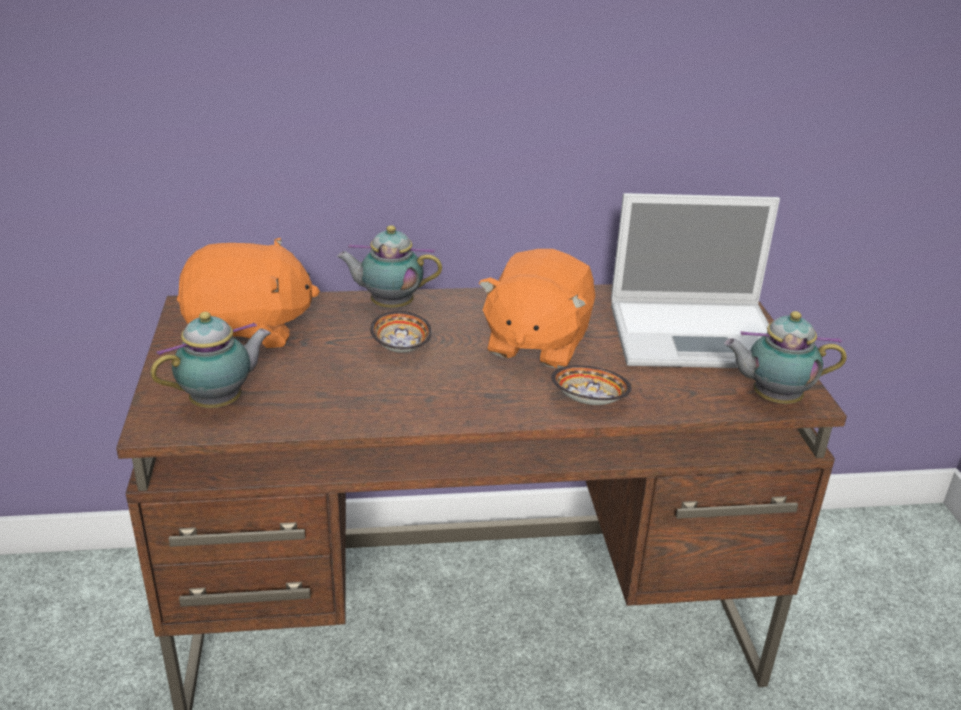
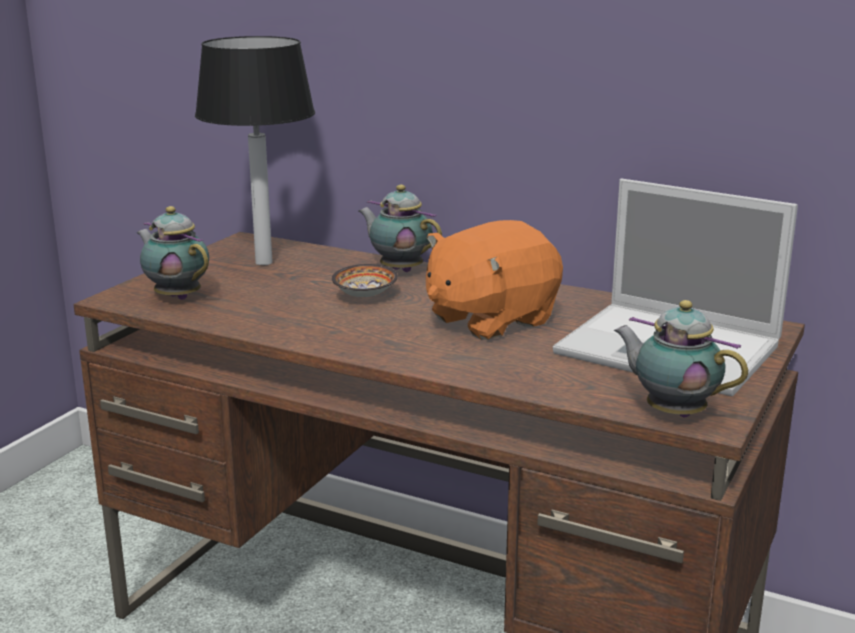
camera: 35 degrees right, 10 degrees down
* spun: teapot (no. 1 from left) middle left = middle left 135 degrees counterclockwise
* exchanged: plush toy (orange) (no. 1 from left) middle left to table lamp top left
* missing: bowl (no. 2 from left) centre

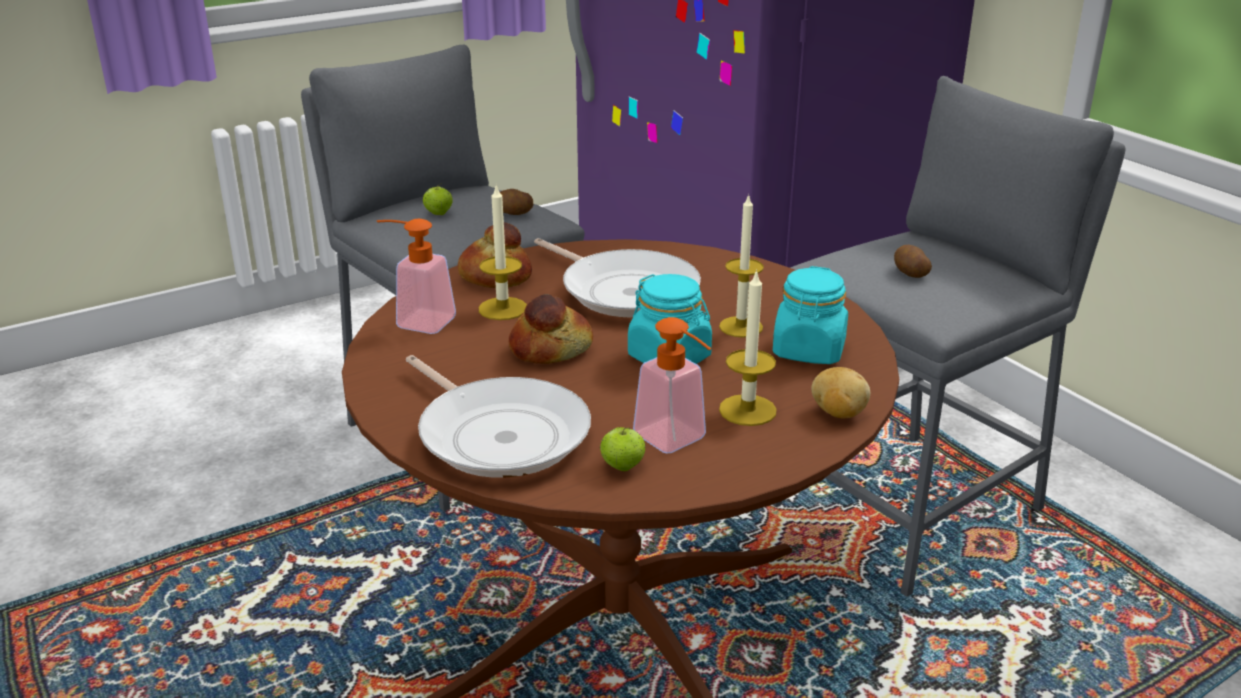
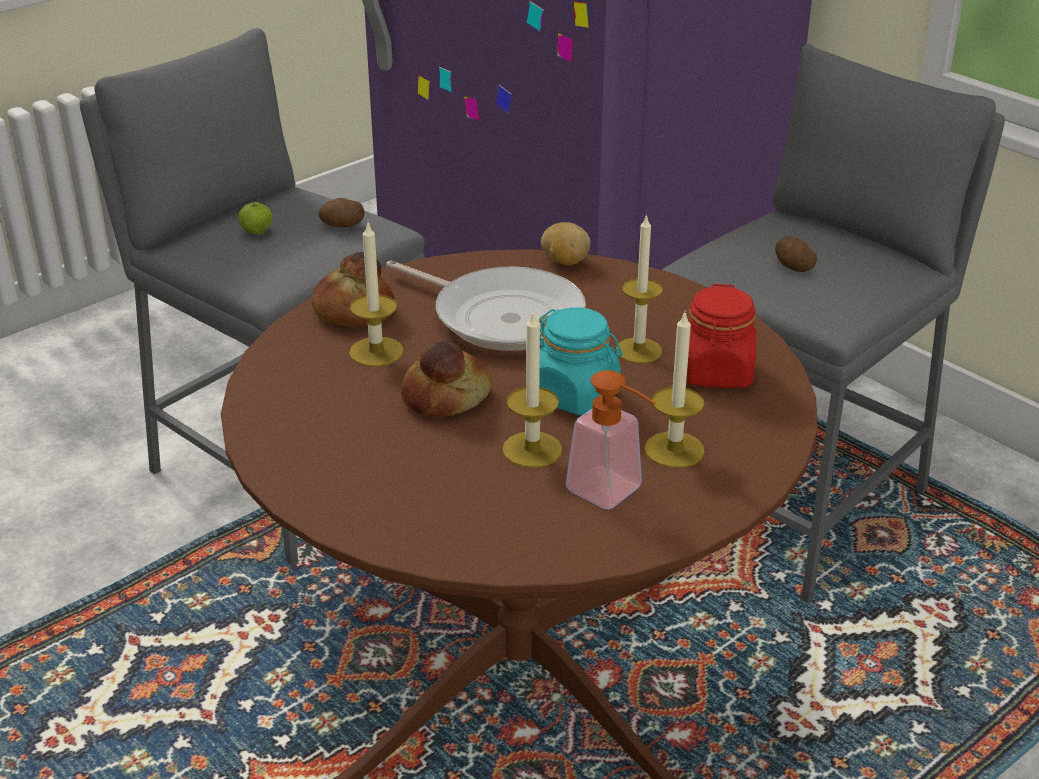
camera: 10 degrees left, 5 degrees up
* appeared: candle (no. 2 from left) centre
* relocated: potato (no. 2 from left) middle right to top centre
* colour: jar (turquoise) (no. 2 from left) centre to jar (red) middle right
* missing: soap dispenser (no. 1 from left) centre
* missing: frying pan (no. 1 from left) centre
* missing: apple (no. 2 from left) centre

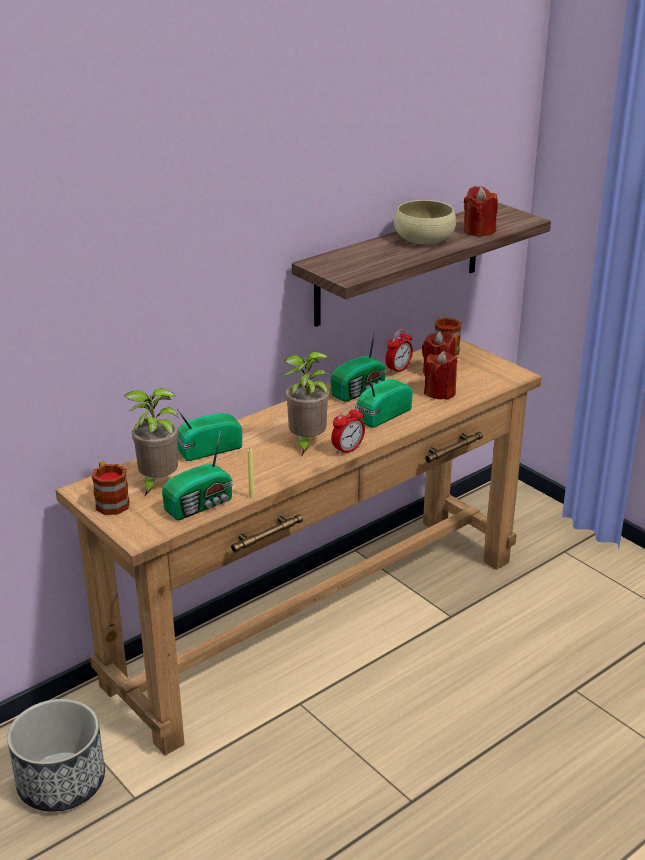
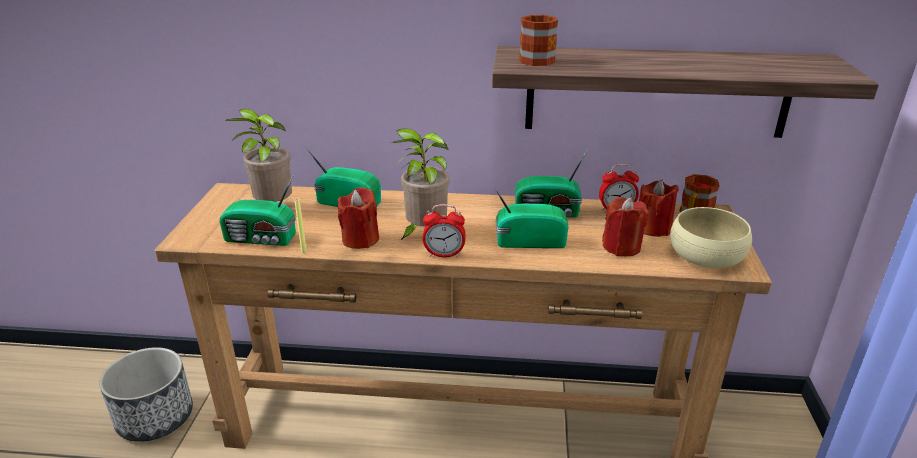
camera: 45 degrees right, 0 degrees up
* relocated: candle (red) (no. 3 from left in the first image) top right to candle (red) (no. 1 from left) centre
* relocated: mug (no. 1 from left) middle left to top centre
* relocated: bowl (beige) top centre to middle right

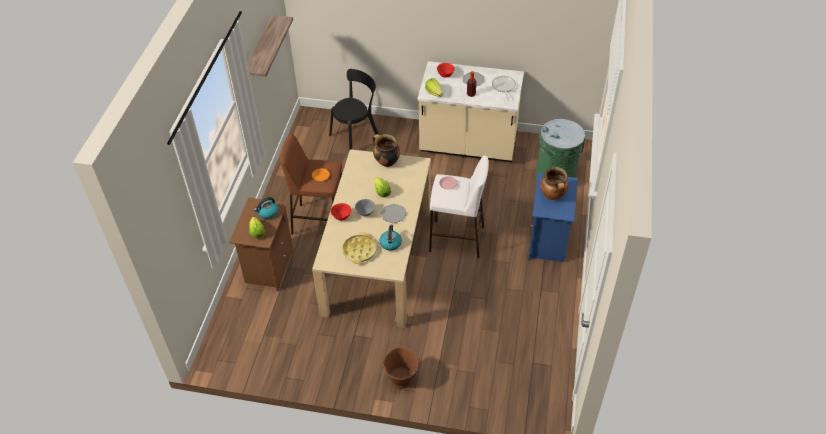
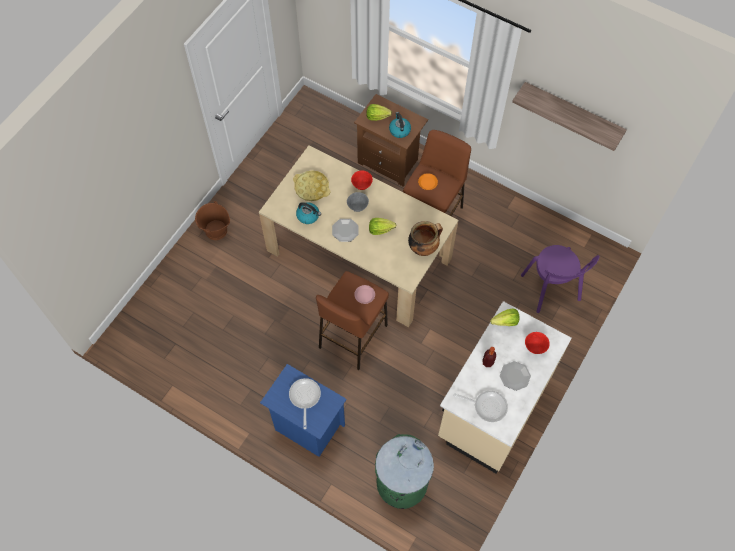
camera: 110 degrees right, 15 degrees up
* exchanged: cooking pot (no. 2 from left) middle right to frying pan (no. 1 from left) bottom centre
* colour: stool (white) centre to stool (brown) (no. 1 from left) centre
* colour: chair (black) top centre to chair (purple) middle right

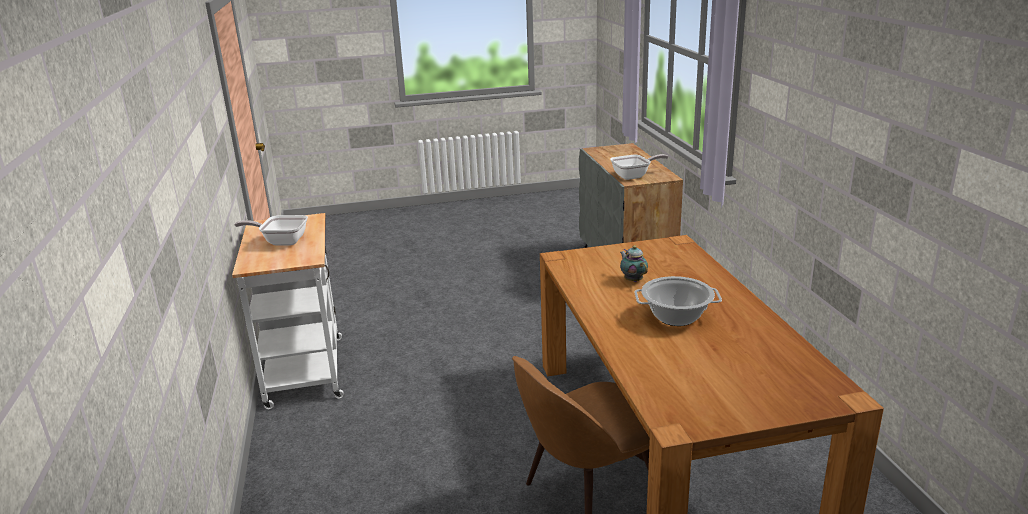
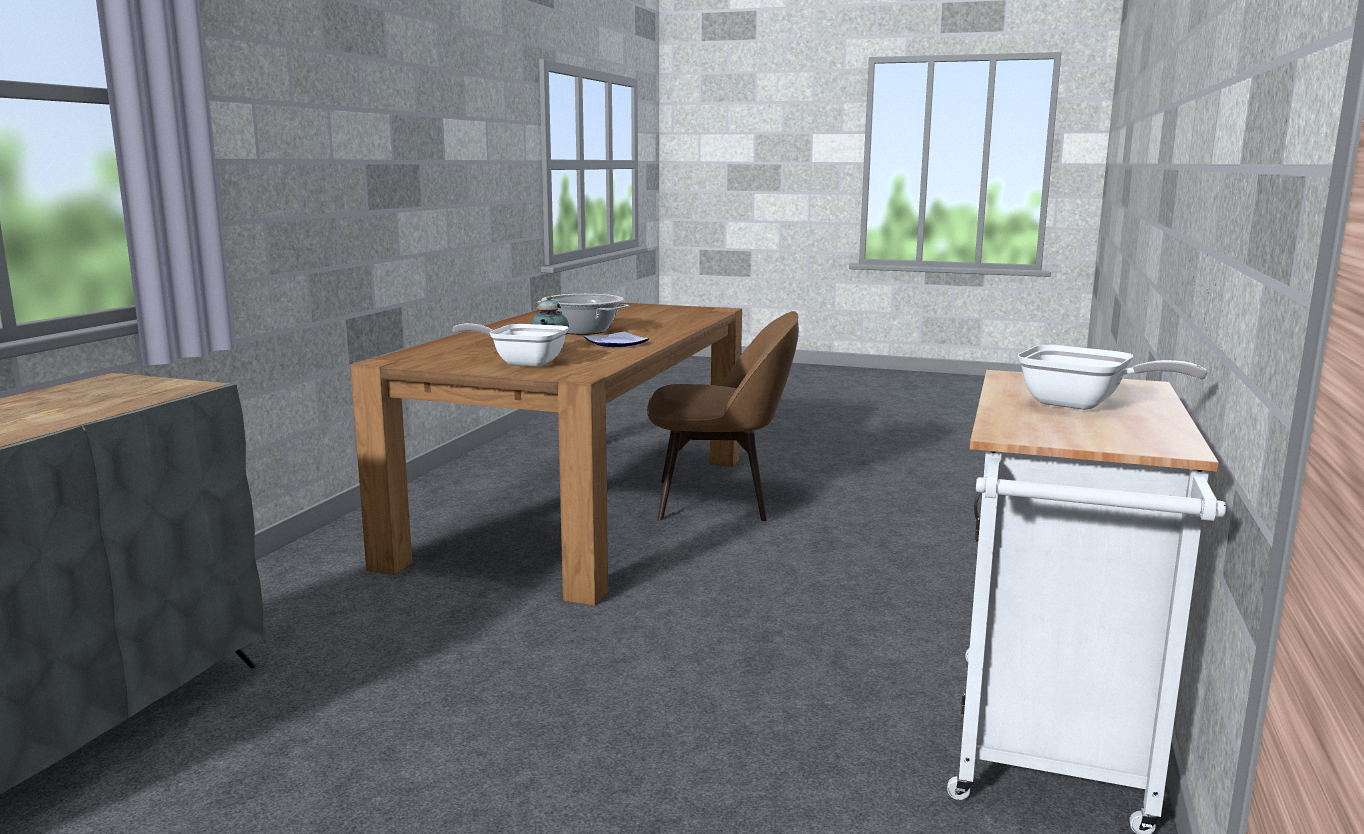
camera: 150 degrees left, 10 degrees down
* relocated: frying pan (no. 2 from left in the first image) top centre to frying pan (no. 1 from left) centre
* appeared: plate centre

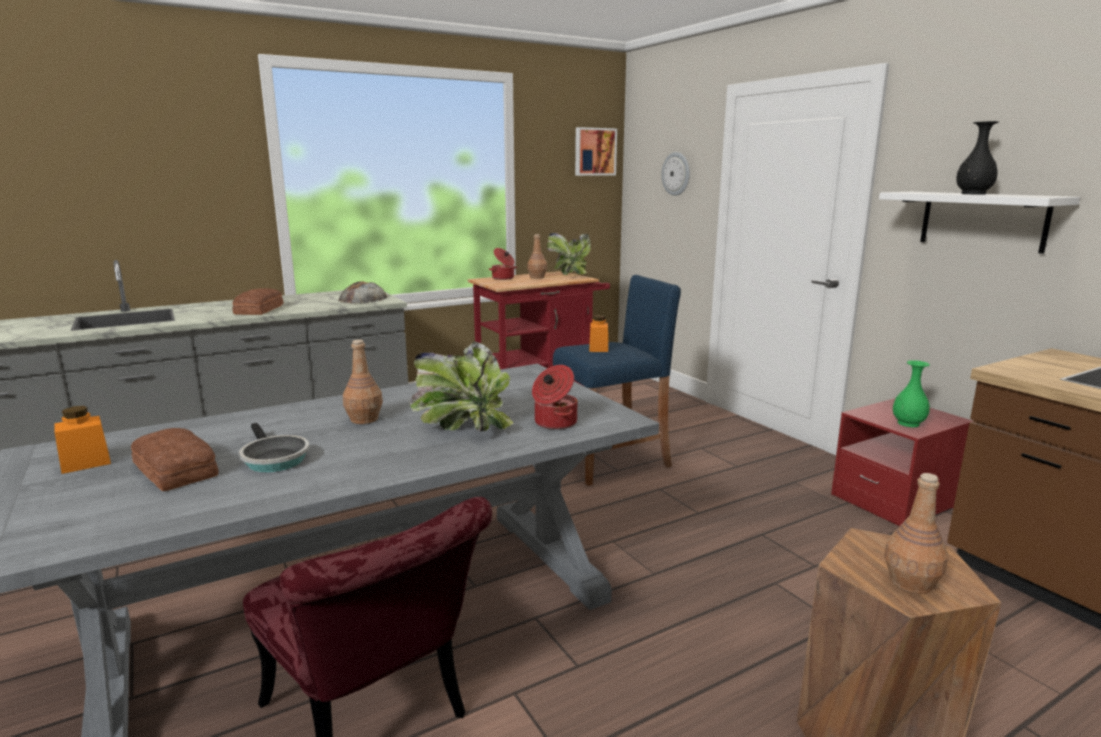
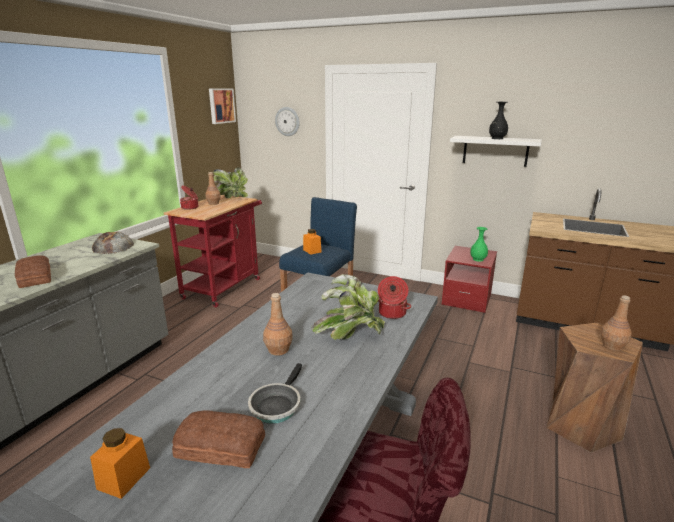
camera: 35 degrees left, 5 degrees up
* spun: frying pan middle left = bottom centre 90 degrees clockwise

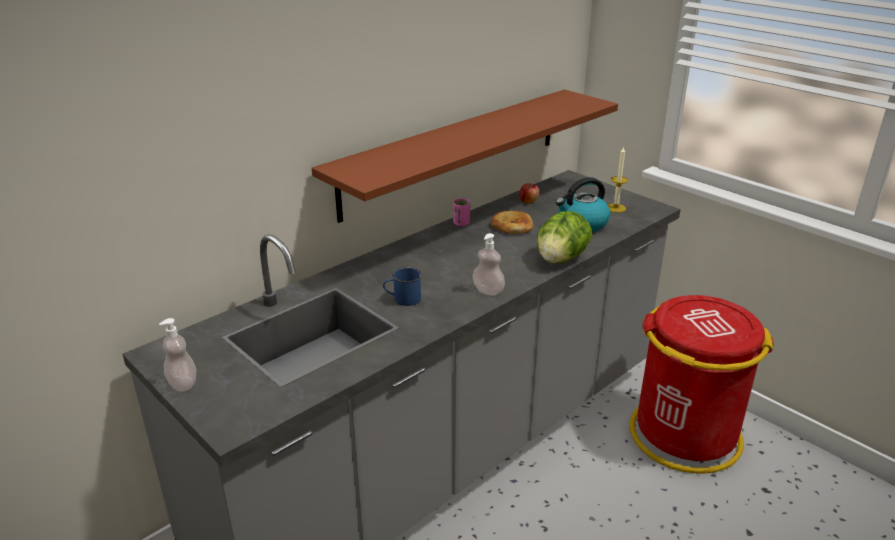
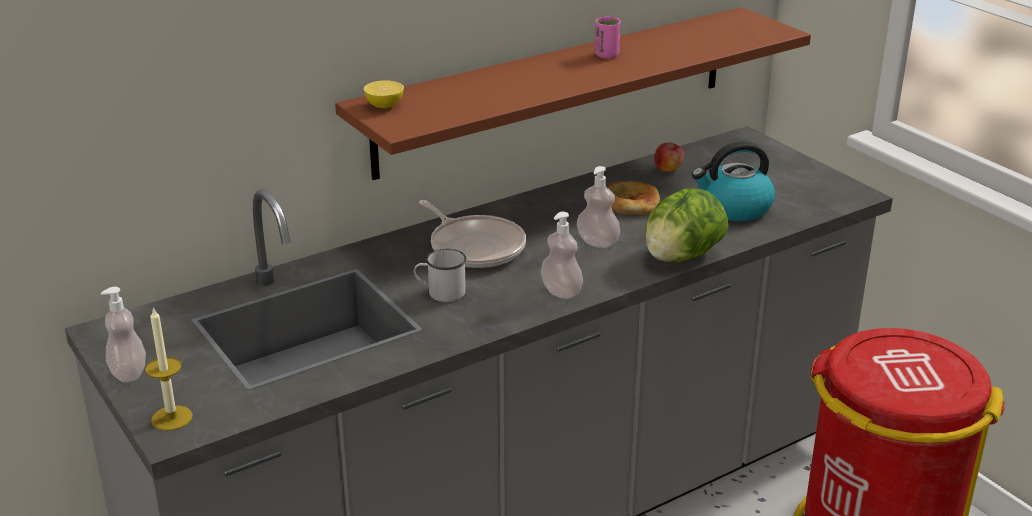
camera: 10 degrees right, 0 degrees up
* relocated: candle top right to bottom left
* appeared: lemon top centre
* colour: mug (blue) centre to mug (white) centre
* appeared: frying pan centre
* appeared: soap dispenser (no. 3 from left) centre
* relocated: cup (pink) centre to top centre

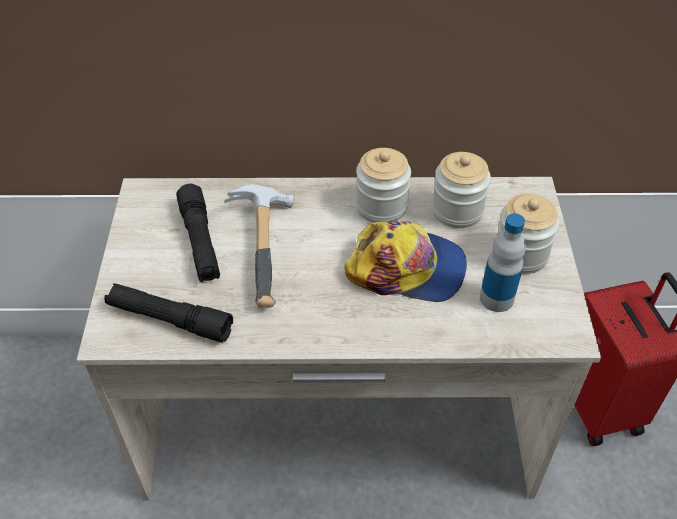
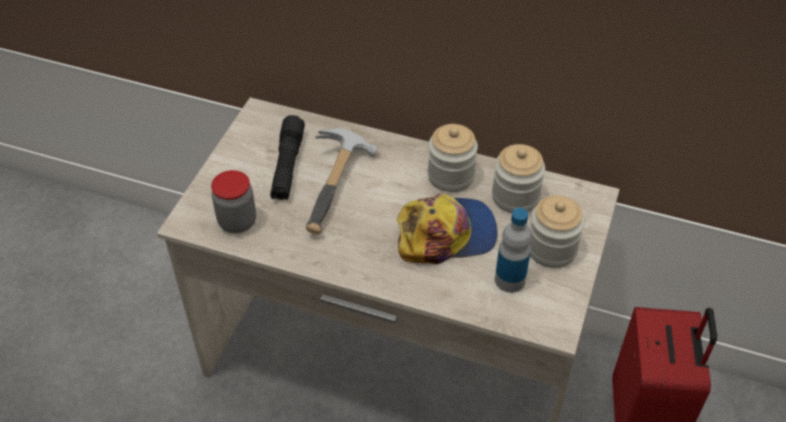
camera: 20 degrees right, 0 degrees up
* exchanged: flashlight (black) (no. 1 from left) middle left to jar (no. 1 from left) middle left
* spun: cap centre = centre 45 degrees counterclockwise

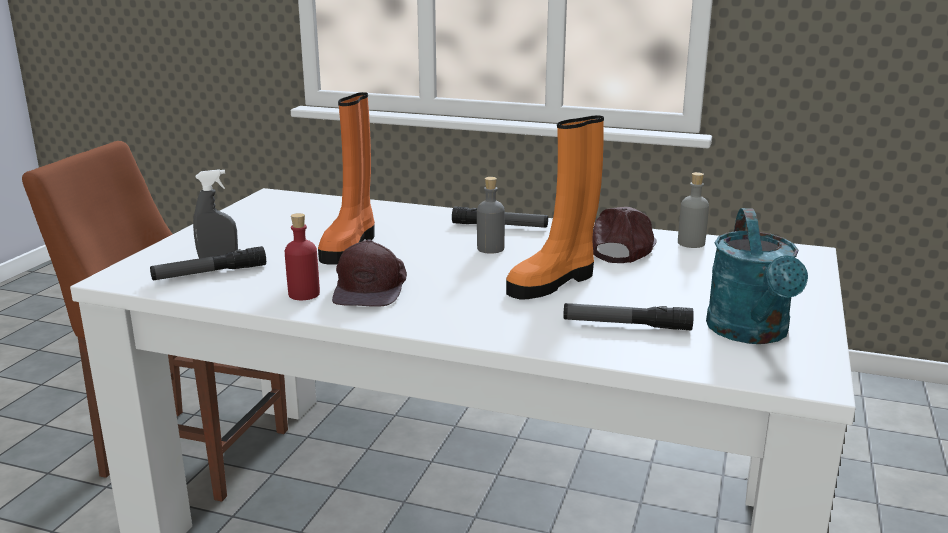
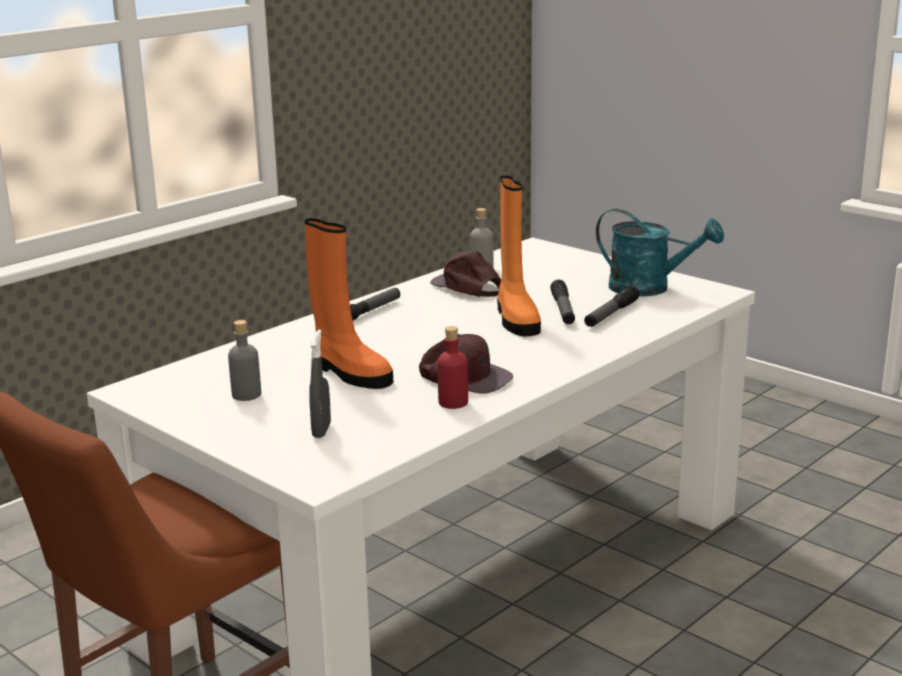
camera: 65 degrees left, 0 degrees up
* relocated: bottle (grey) (no. 1 from left) centre to middle left
* relocated: flashlight (no. 1 from left in the first image) middle left to flashlight (no. 2 from left) centre

